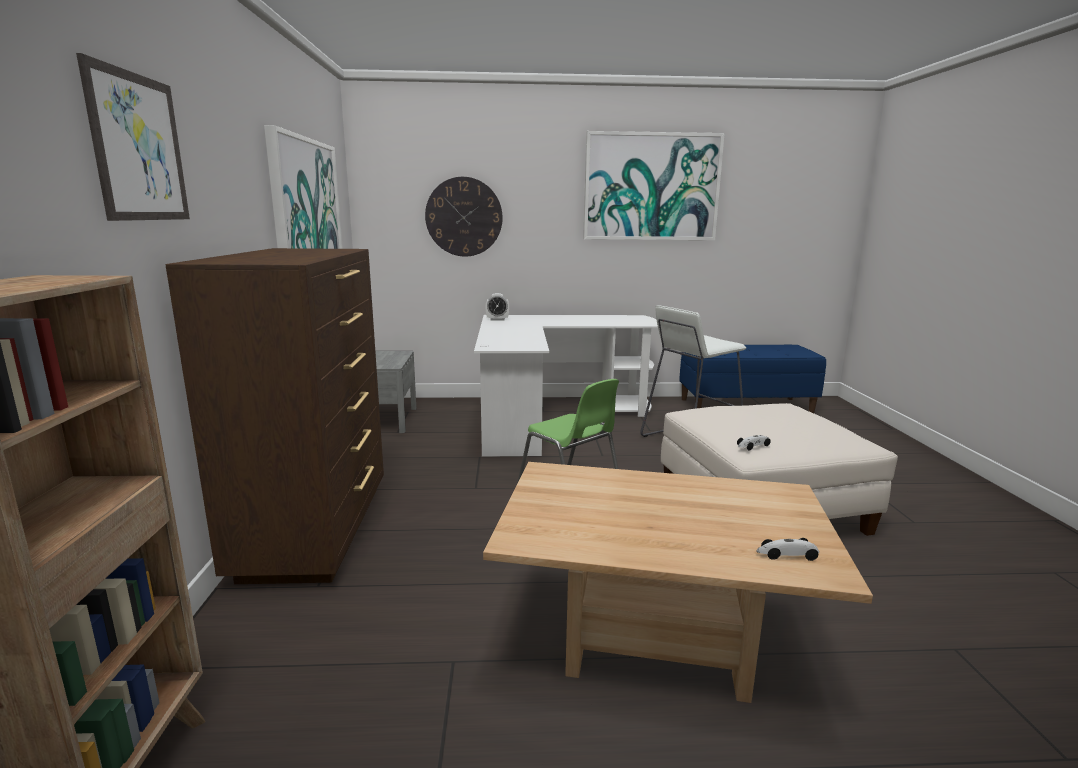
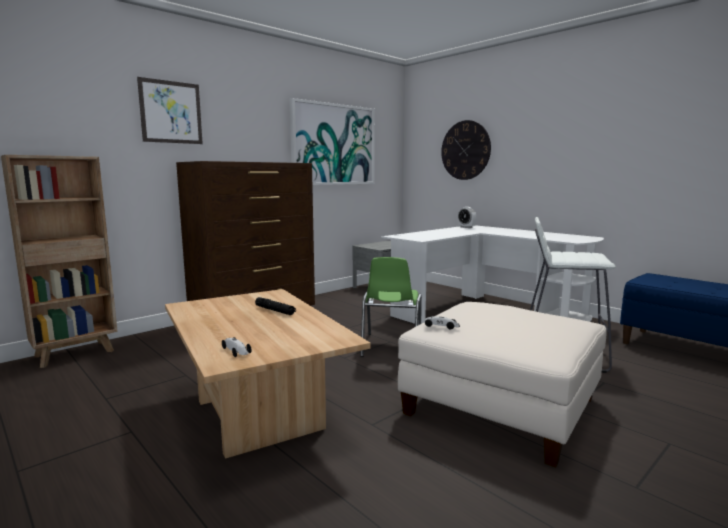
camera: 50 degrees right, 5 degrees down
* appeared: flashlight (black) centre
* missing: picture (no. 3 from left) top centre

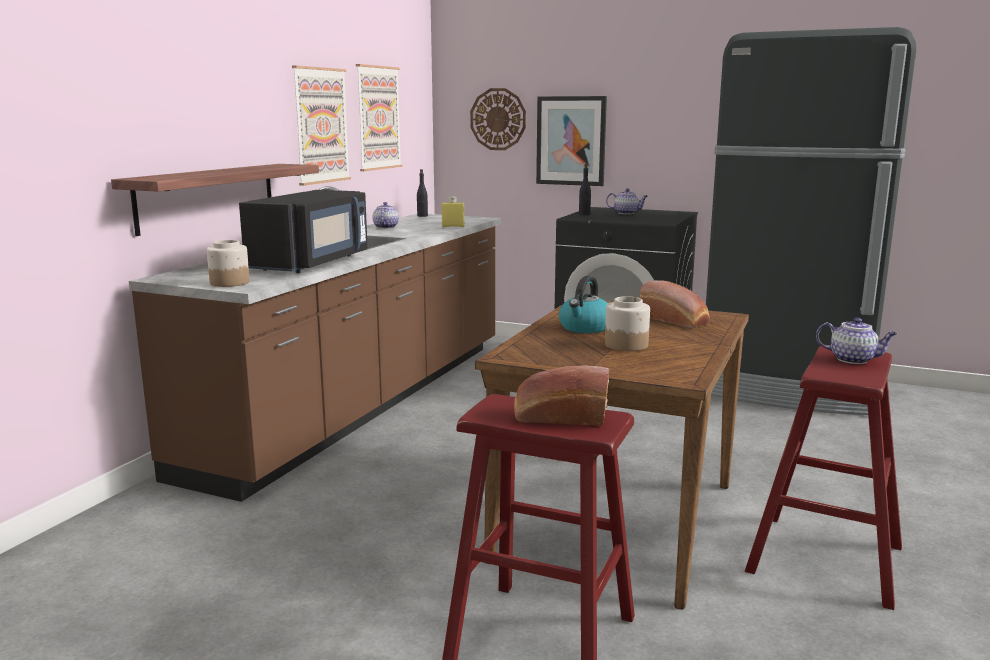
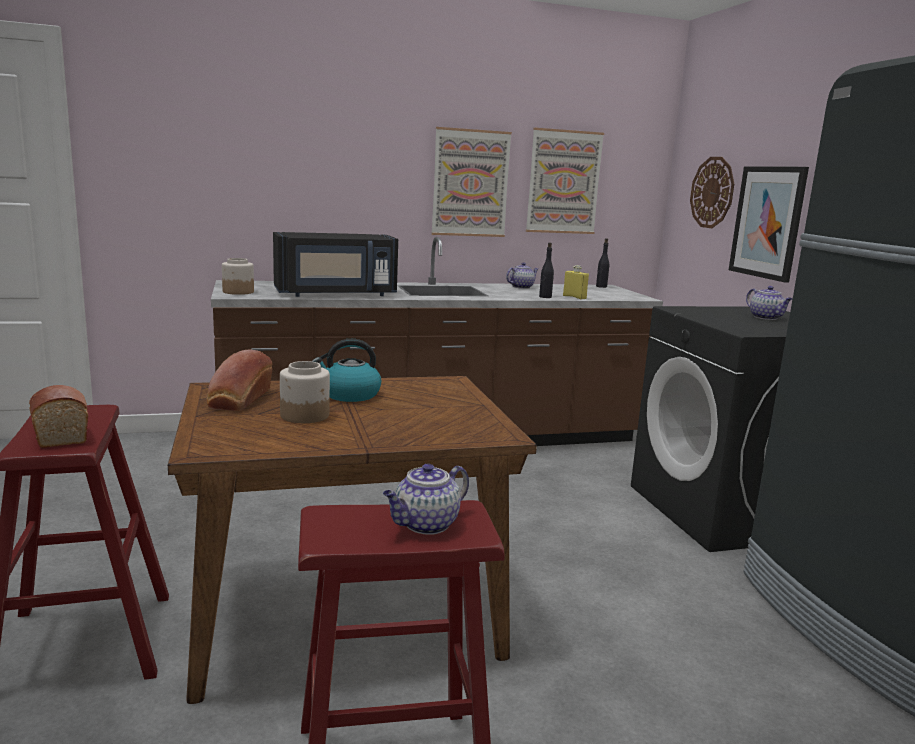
camera: 50 degrees right, 0 degrees up
* relocated: bread (no. 2 from left) middle right to middle left
* spun: teapot (no. 3 from left in the first image) middle right = bottom centre 60 degrees clockwise
* relocated: bottle (black) (no. 2 from left in the first image) top centre to bottle (black) (no. 1 from left) centre
* missing: shelf top left

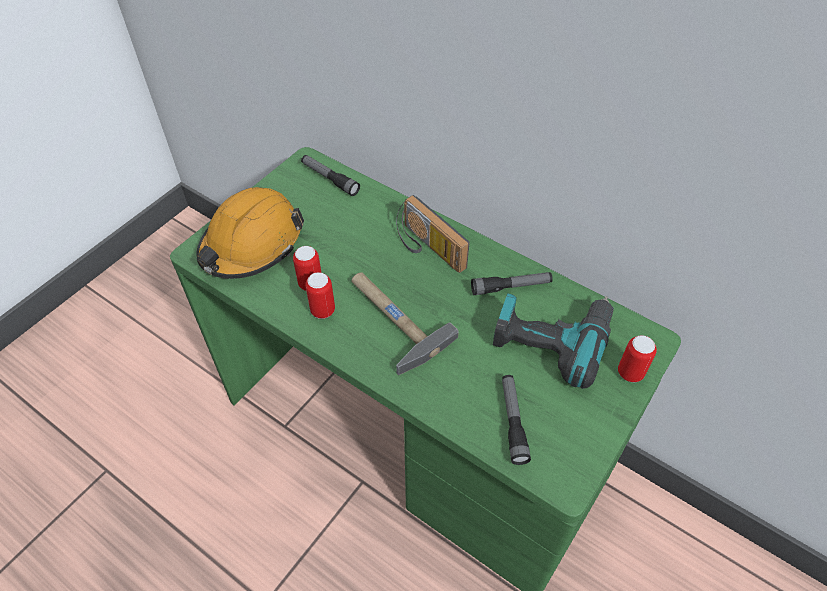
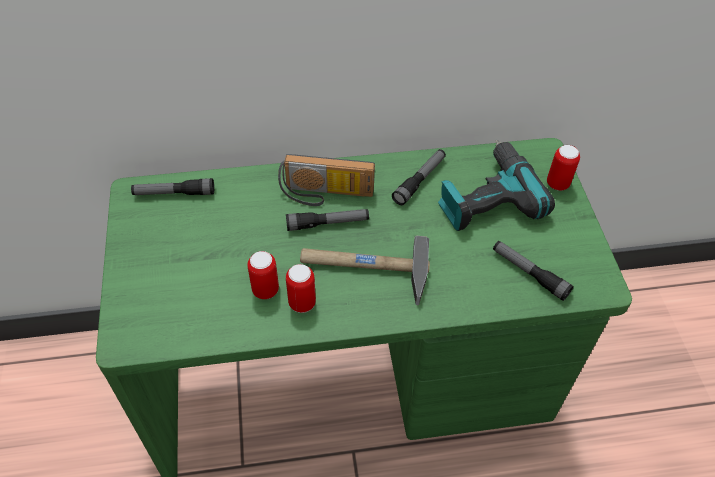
camera: 45 degrees left, 0 degrees up
* appeared: flashlight (no. 2 from left) centre
* missing: hard hat (orange) middle left

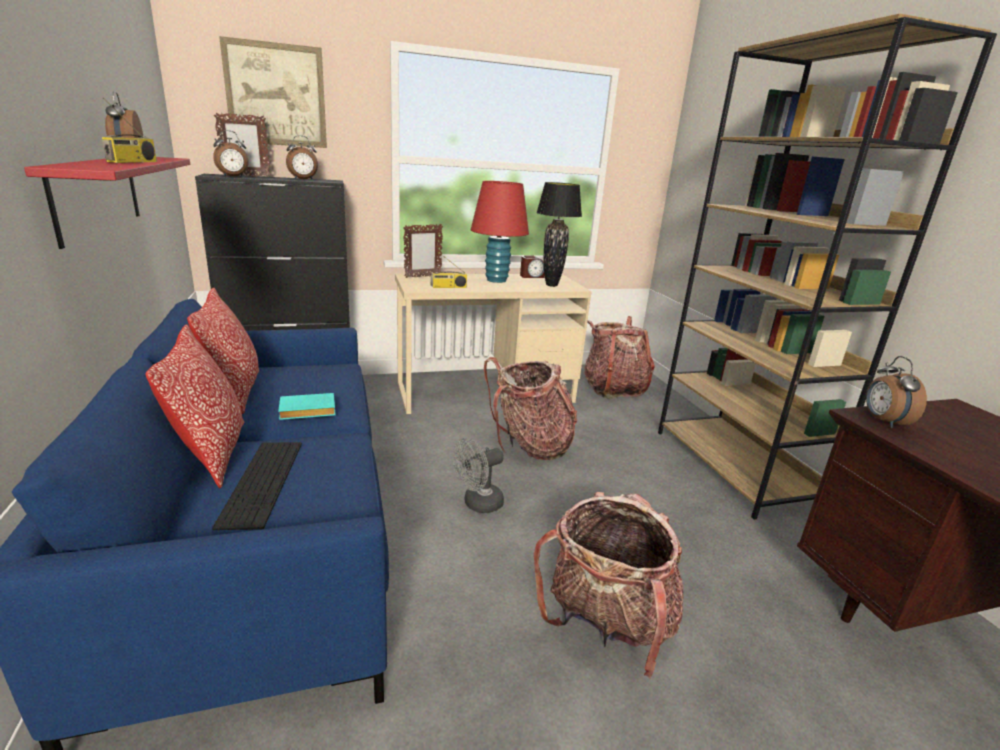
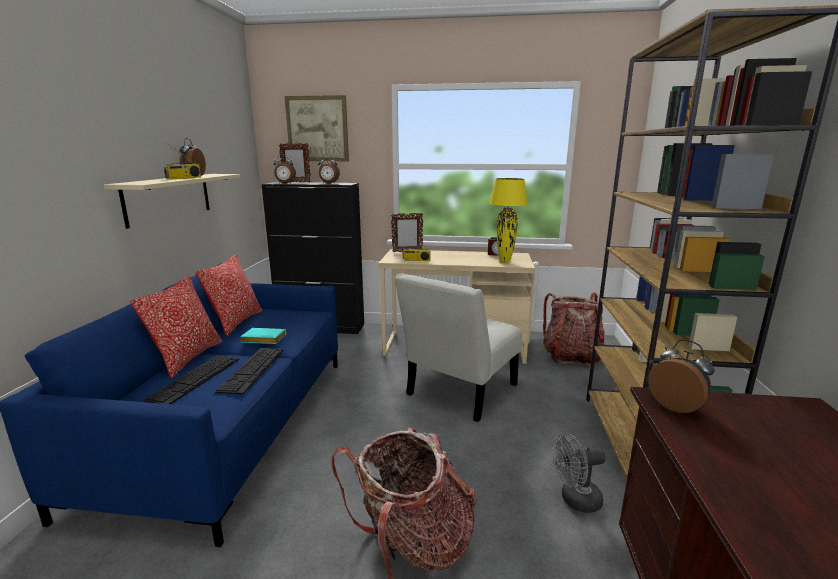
camera: 25 degrees right, 5 degrees down
* colour: shelf (red) top left to shelf (beige) middle left
* appeared: keyboard (no. 2 from left) middle left
* exchanged: backpack (no. 1 from left) centre to chair (white) centre
* colour: table lamp (black) top centre to table lamp (yellow) centre
* relocated: fan (grey) centre to bottom right
* spun: alarm clock (no. 5 from left) middle right = middle right 120 degrees clockwise
* missing: table lamp (red) top centre

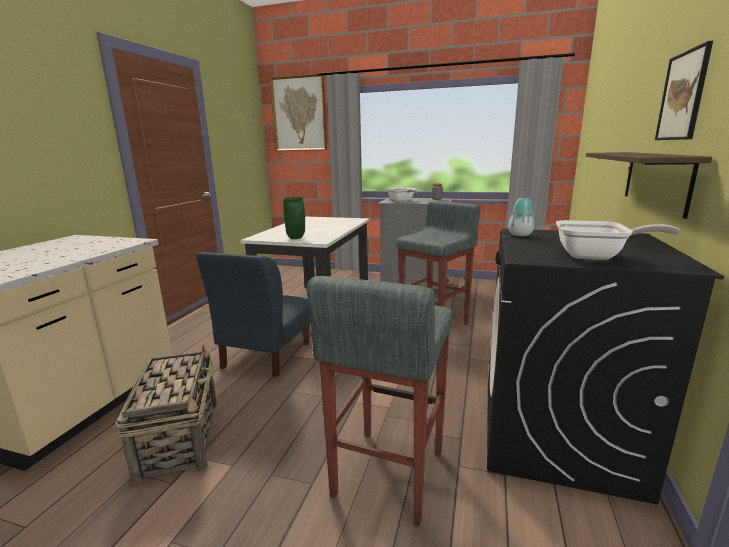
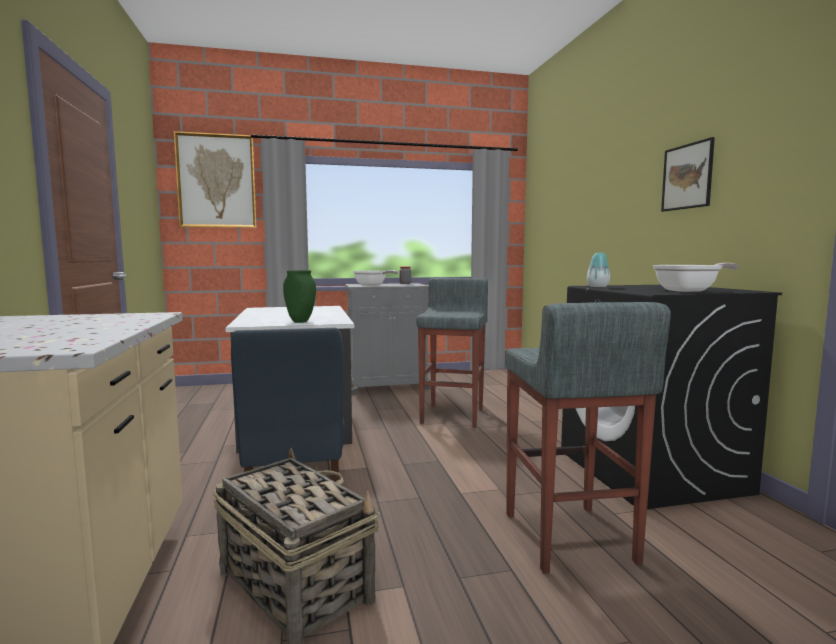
camera: 30 degrees left, 10 degrees down
* missing: shelf middle right

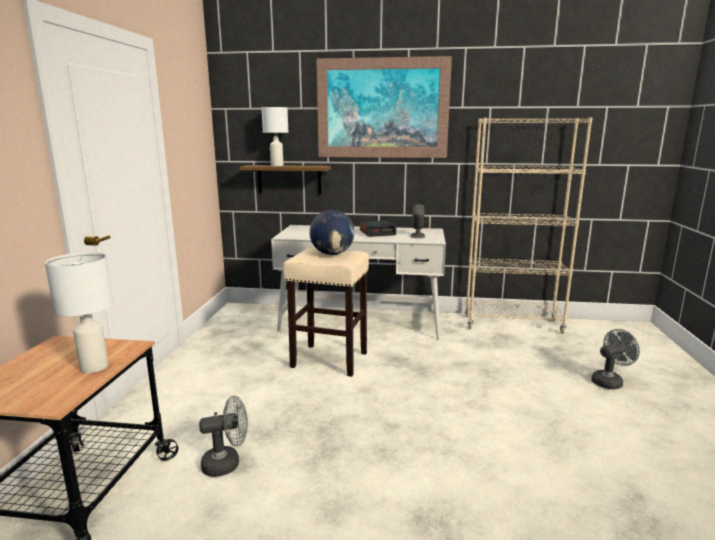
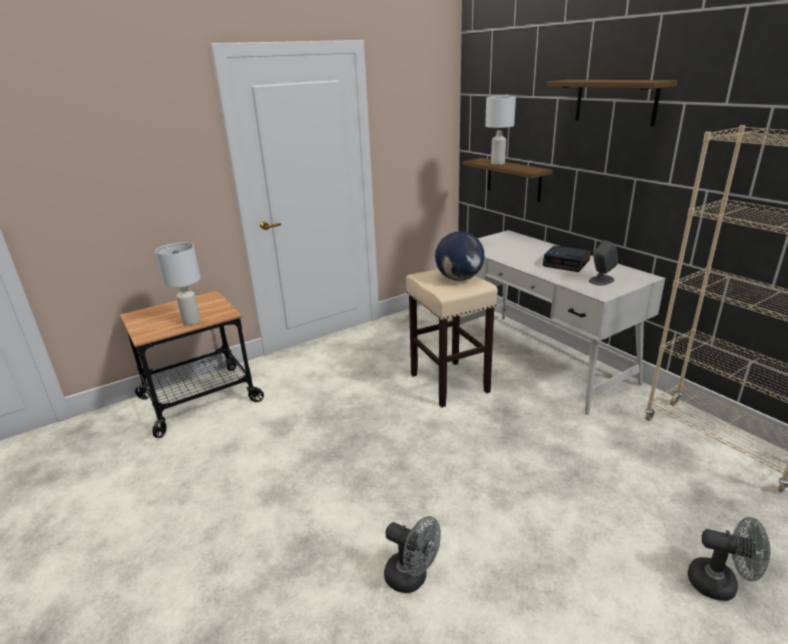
camera: 50 degrees right, 10 degrees up
* relocated: fan (grey) (no. 1 from left) bottom left to bottom centre
* exchanged: picture top centre to shelf (no. 2 from left) top right

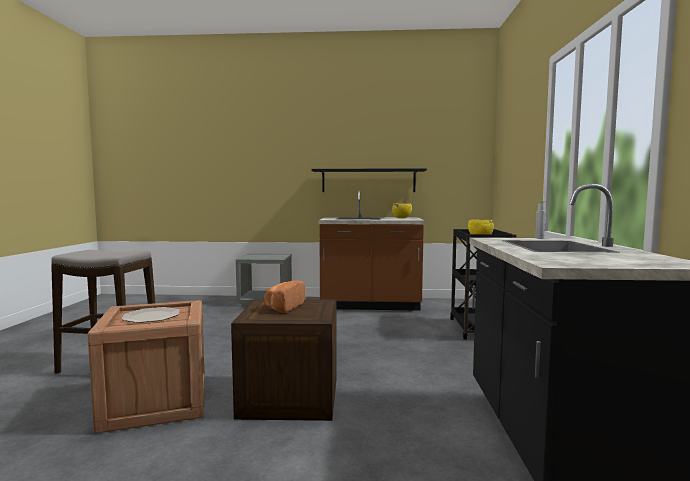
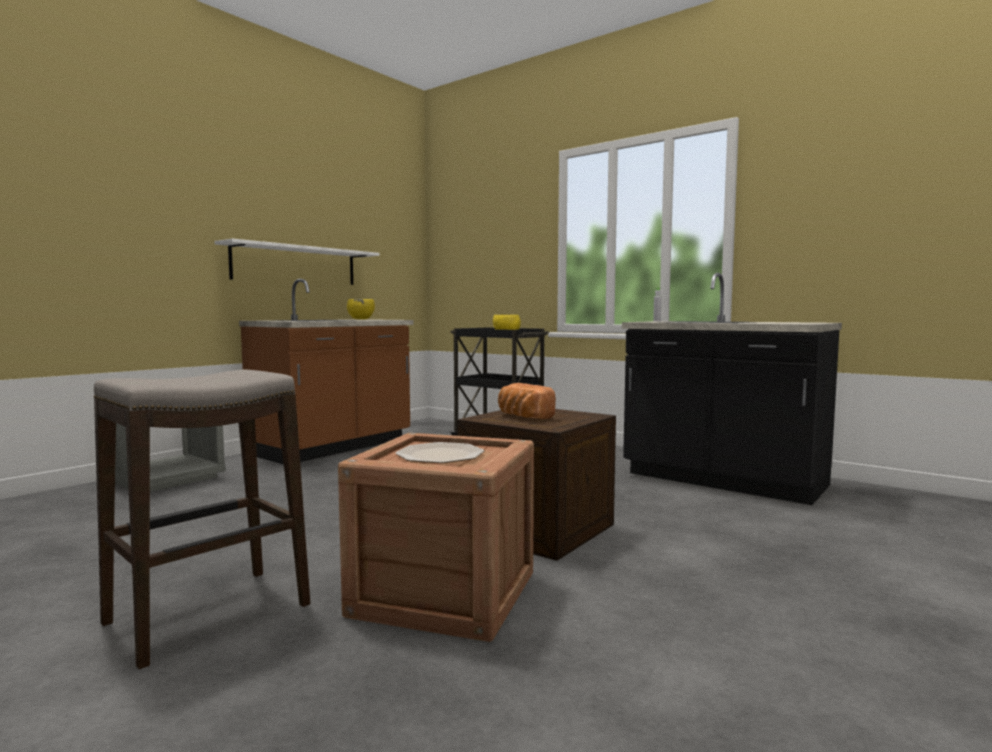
camera: 55 degrees left, 0 degrees up
* colour: shelf (black) centre to shelf (white) middle left

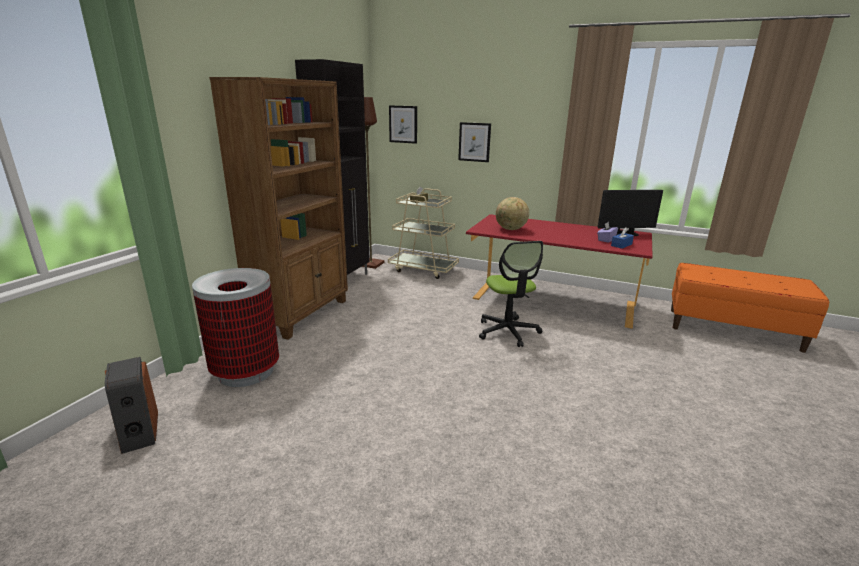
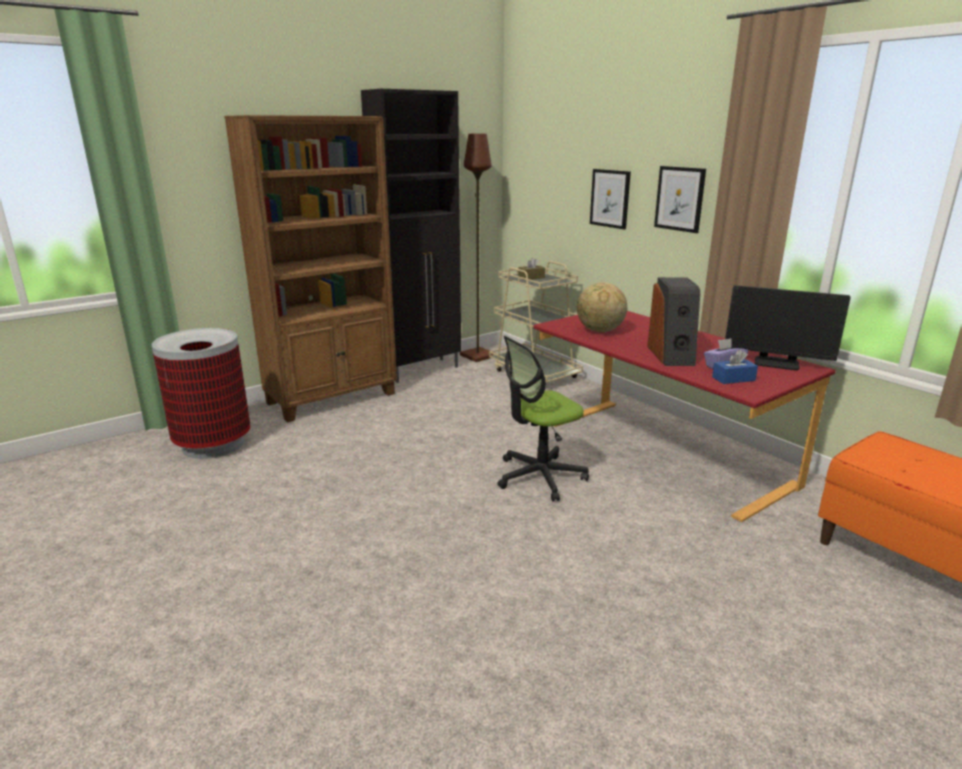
camera: 30 degrees right, 0 degrees up
* spun: office chair centre = centre 45 degrees clockwise
* relocated: speaker bottom left to middle right
* relocated: picture (no. 1 from left in the first image) top centre to picture (no. 2 from left) top right

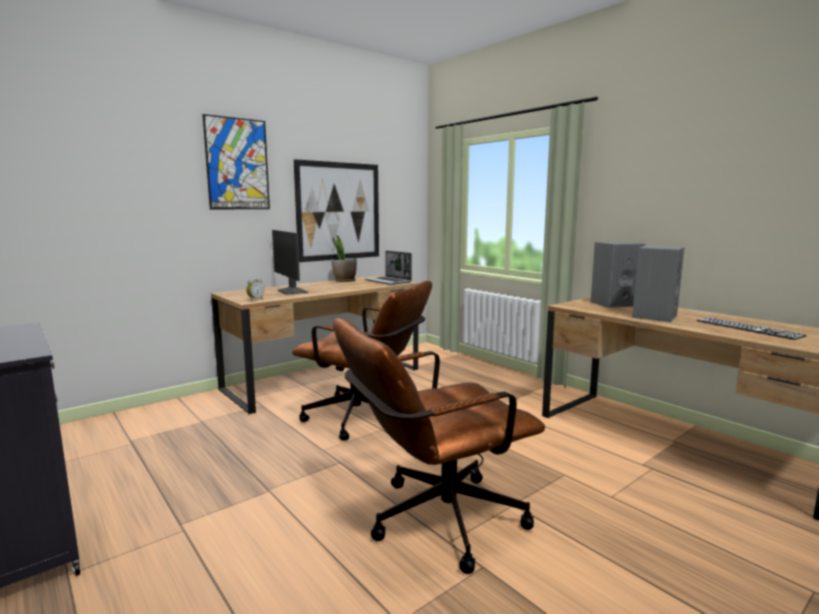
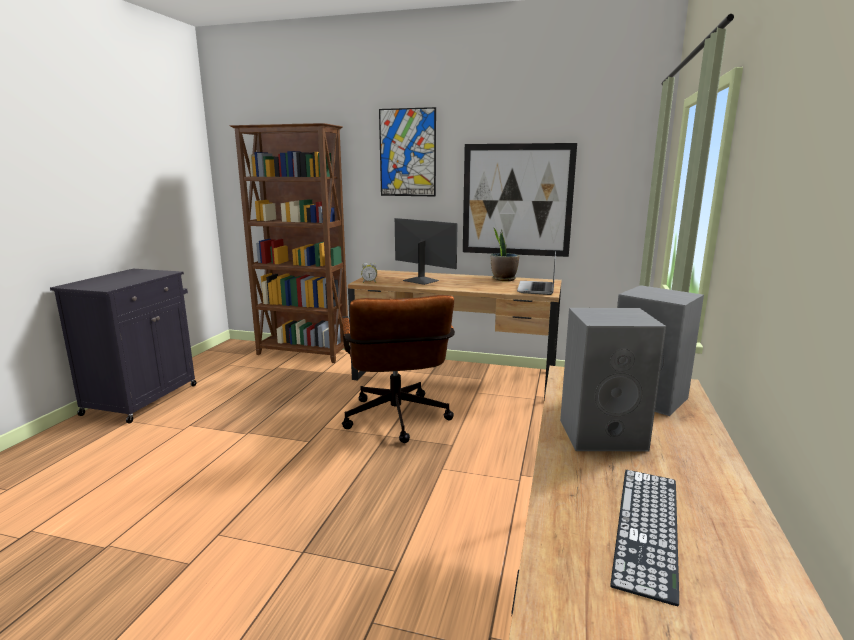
camera: 55 degrees right, 5 degrees up
* appeared: bookcase (brown) centre
* spun: monitor centre = centre 105 degrees clockwise
* missing: office chair (brown) (no. 2 from left) bottom centre

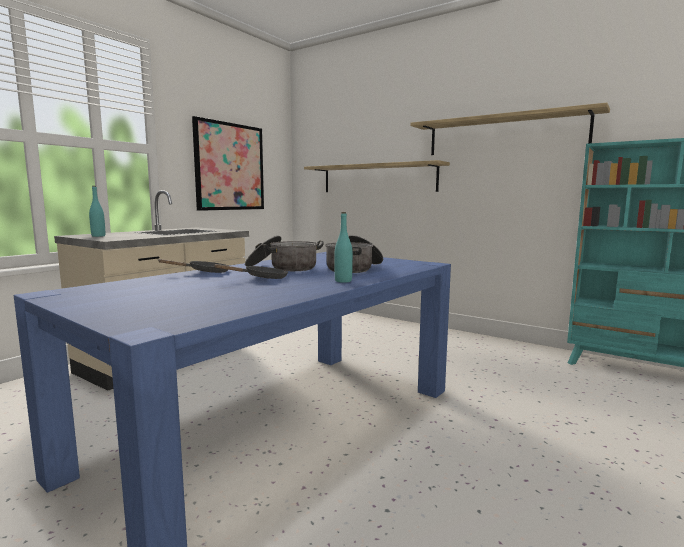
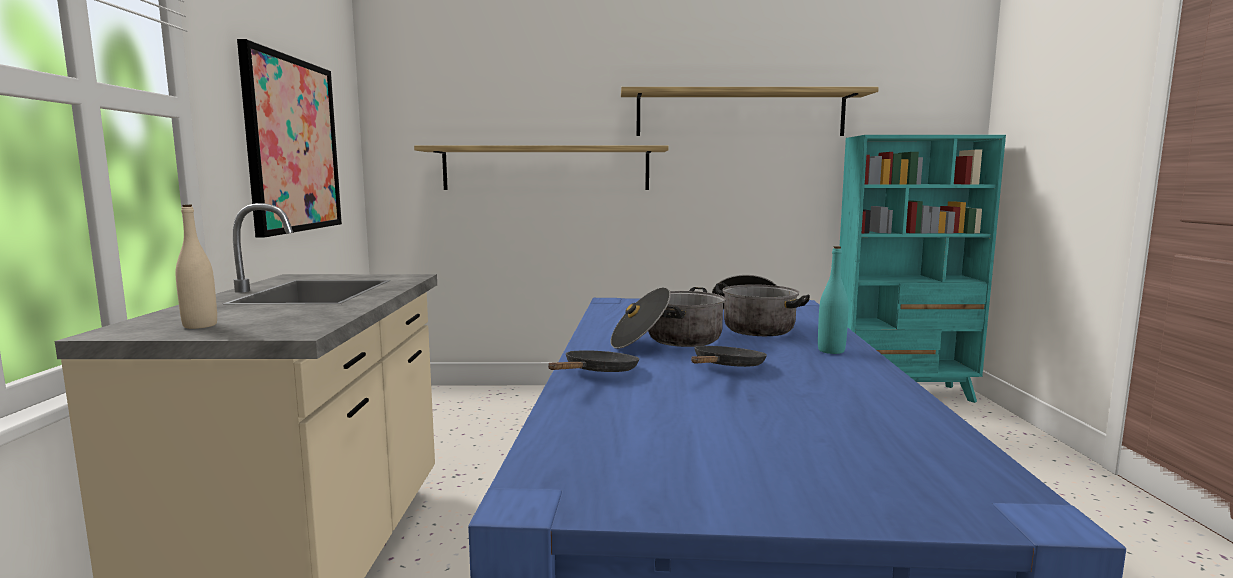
camera: 35 degrees left, 0 degrees up
* colour: bottle (turquoise) (no. 1 from left) middle left to bottle (beige) middle left

